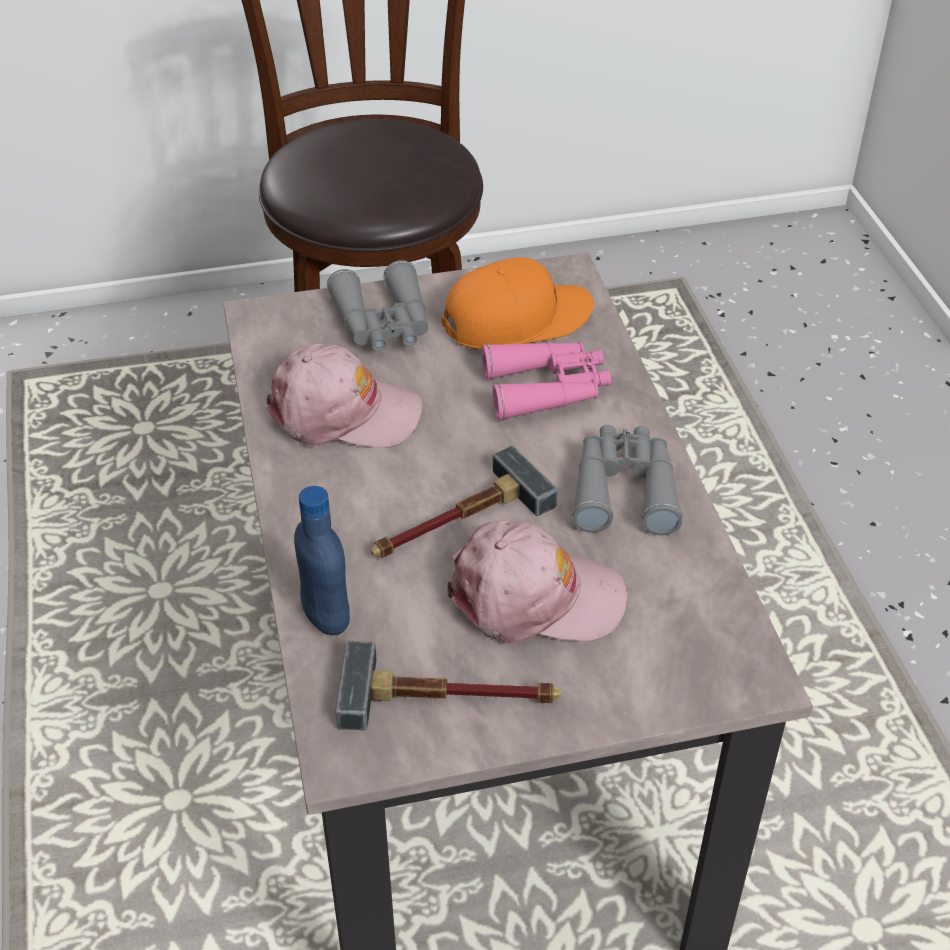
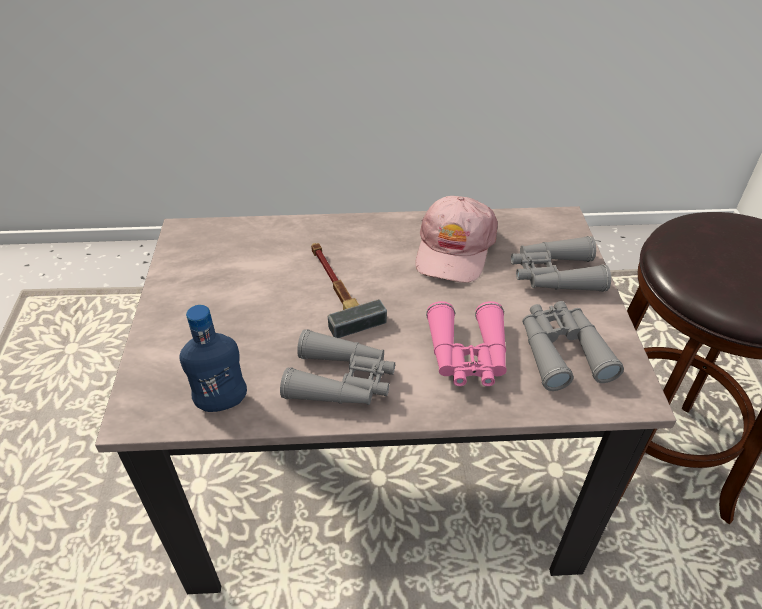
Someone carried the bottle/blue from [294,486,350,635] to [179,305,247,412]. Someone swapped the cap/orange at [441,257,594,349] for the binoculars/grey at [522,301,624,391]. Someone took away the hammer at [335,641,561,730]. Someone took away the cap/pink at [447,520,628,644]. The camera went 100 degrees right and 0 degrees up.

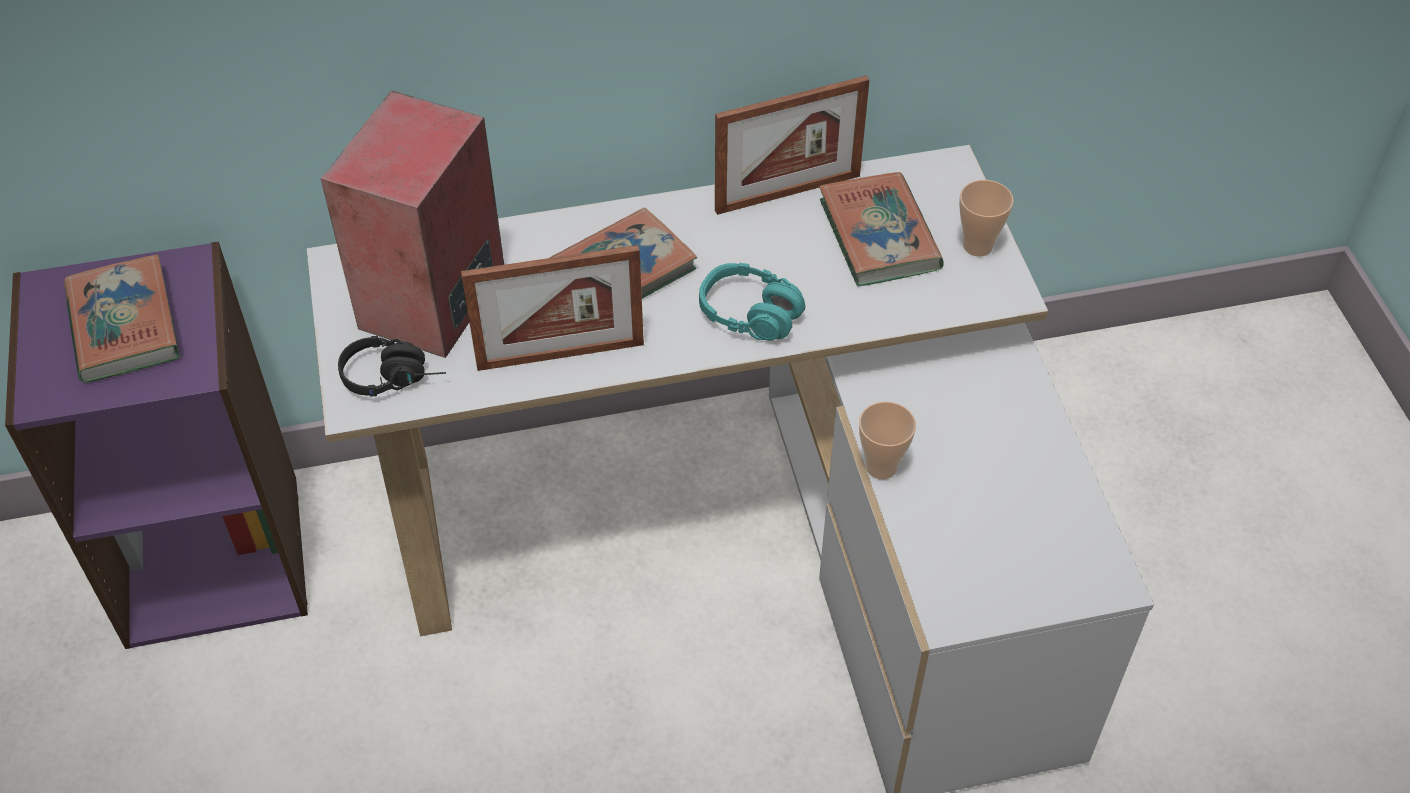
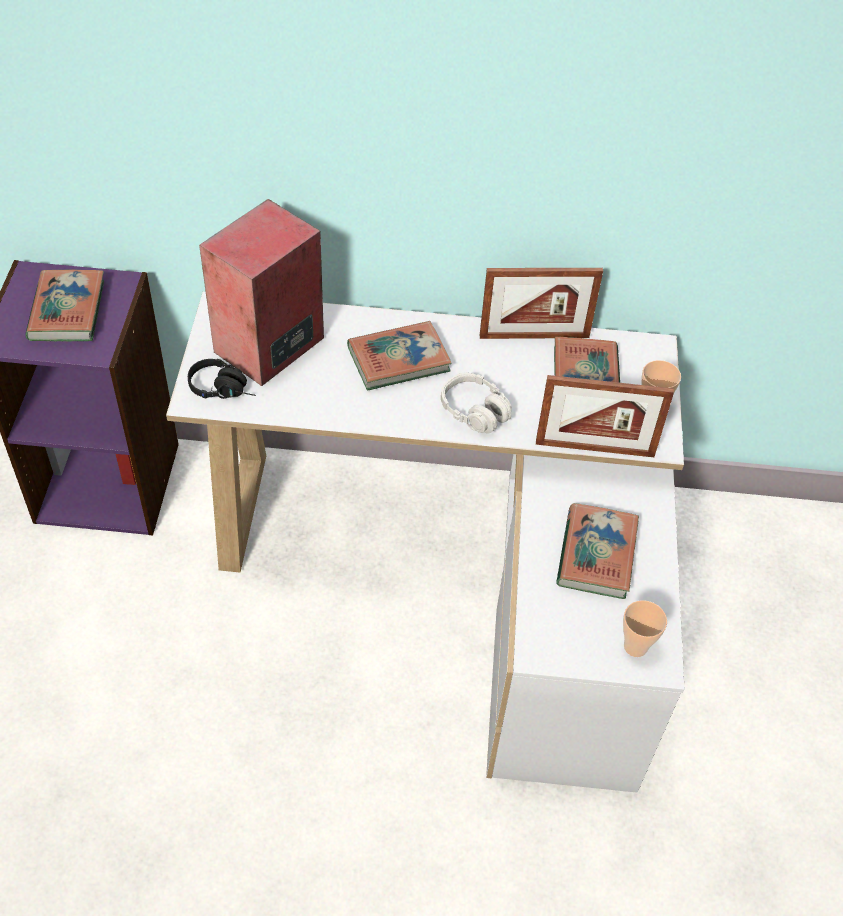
Someone repainted the headphones/turquoise at [699,263,805,341], which became the headphones/grey at [441,373,512,433]. Someone carried the picture frame from [461,245,644,371] to [536,375,674,457]. Someone put down the book at [556,503,639,599]. Someone carried the cup from [859,401,916,480] to [623,600,667,657]. The camera went 15 degrees right and 0 degrees up.

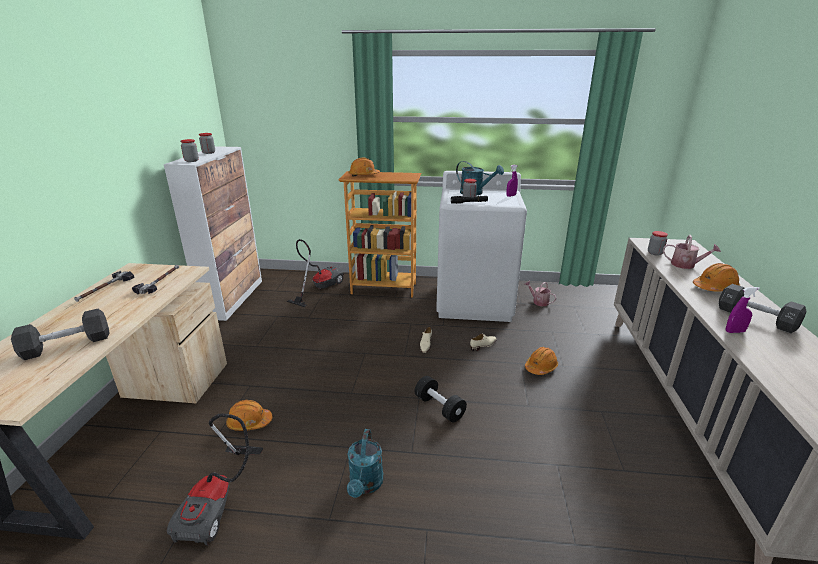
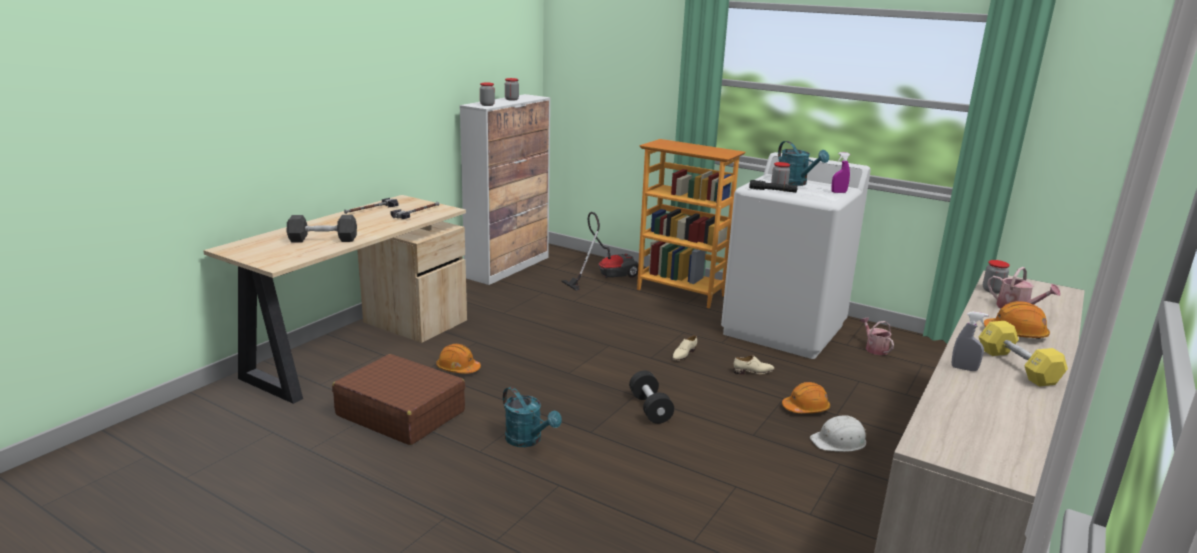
Someone swapped the vacuum cleaner at [167,413,263,545] for the suitcase/brown at [332,354,466,445]. Someone rotated the watering can/turquoise at [347,429,384,498] by 75 degrees counterclockwise. Someone put down the hard hat/white at [810,415,866,452]. Someone repainted the spray bottle/purple at [726,287,760,333], which became the spray bottle/grey at [952,311,989,371]. Someone repainted the dumbbell/black at [719,284,807,333], which became the dumbbell/yellow at [979,321,1068,387]. Someone took away the hard hat/orange at [349,158,380,177]. The camera went 25 degrees right and 5 degrees down.

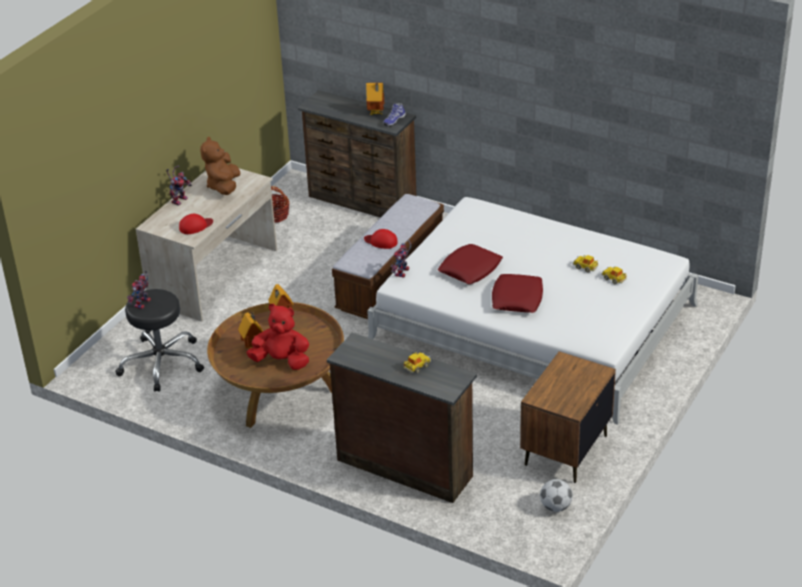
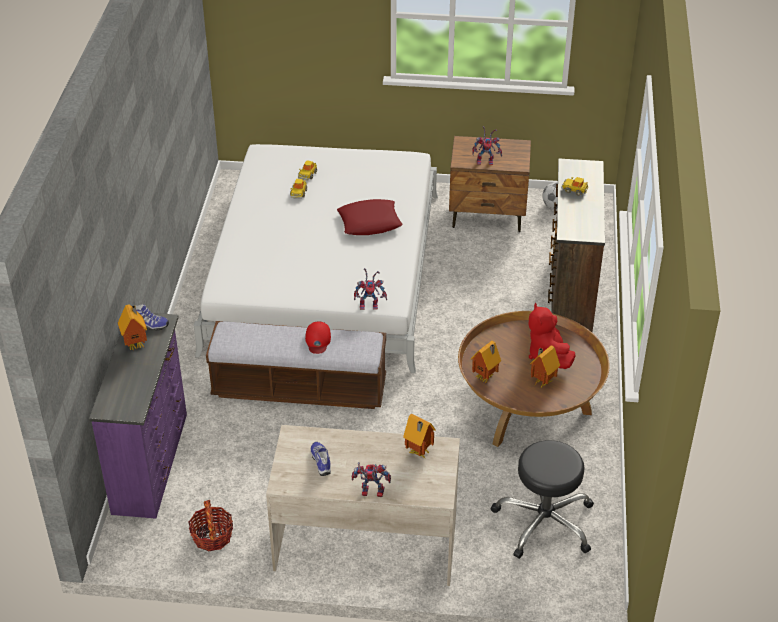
Someone repainted the dresser/brown at [298,90,416,218], which became the dresser/purple at [89,313,187,519]. Someone swapped the plush toy/brown at [200,137,240,195] for the shoe at [311,442,331,476]. Someone swapped the cap/red at [179,214,213,234] for the toy house at [403,414,436,458]. Someone carried the toy robot from [127,271,151,309] to [472,126,502,165]. Someone took away the pillow/red at [438,244,503,284]. The camera went 115 degrees left and 5 degrees up.

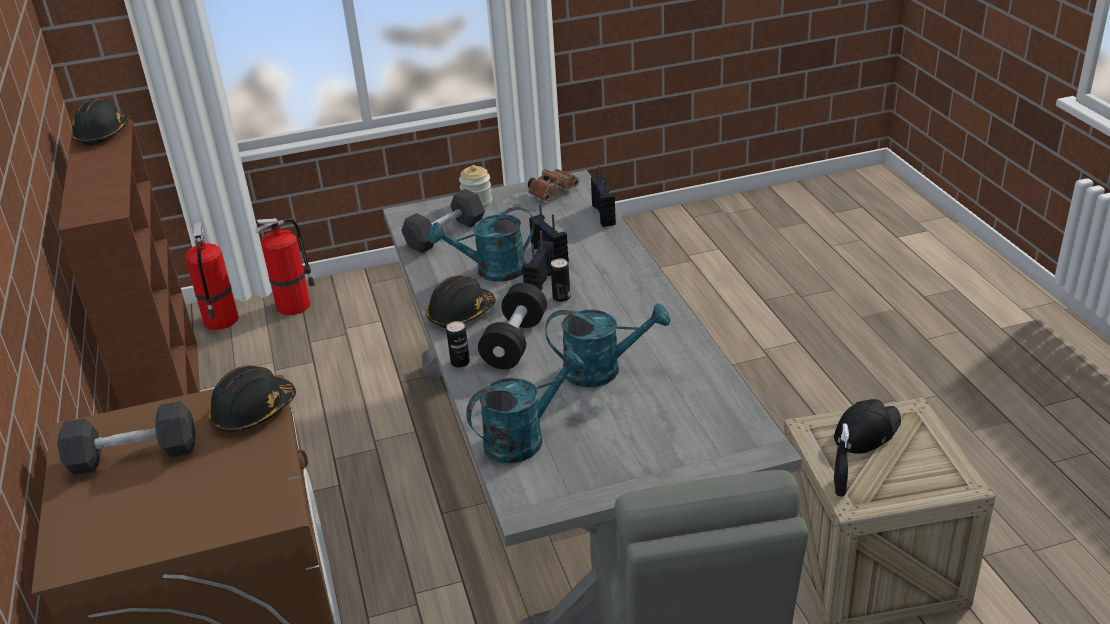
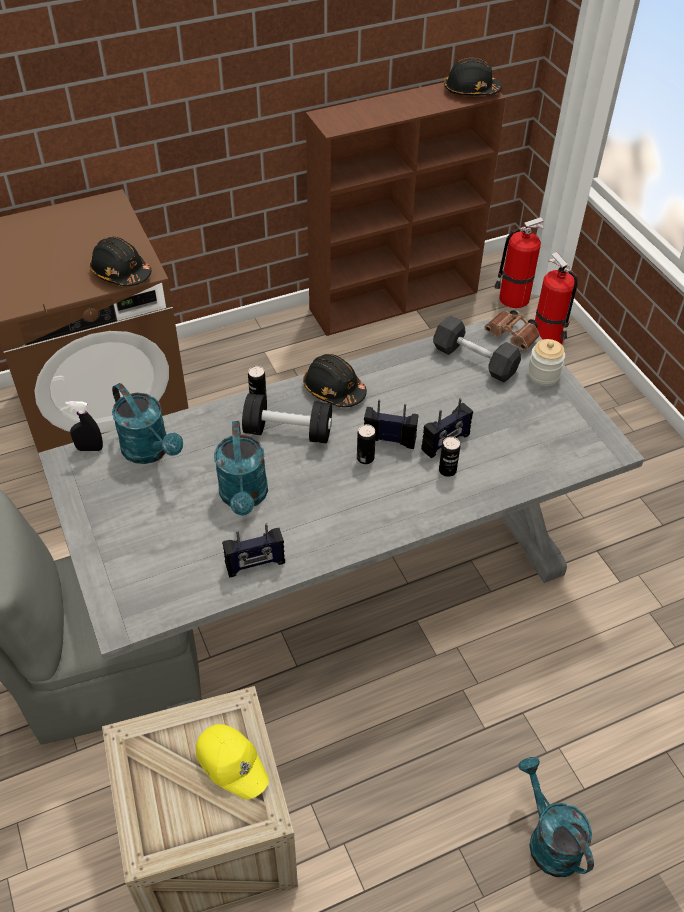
Someone carried the spray bottle/black from [834,424,849,496] to [65,401,103,451]. Someone repainted the cap/black at [834,399,901,454], which became the cap/yellow at [196,724,269,799]. Someone carried the radio from [591,165,616,227] to [222,523,285,578]. Someone put down the can at [439,437,460,477]. Someone carried the binoculars/brown from [528,169,579,201] to [485,310,540,351]. Someone carried the watering can/turquoise from [428,206,534,282] to [518,757,594,877]. Someone took away the dumbbell/grey at [57,401,196,475]. The camera went 80 degrees right and 15 degrees up.

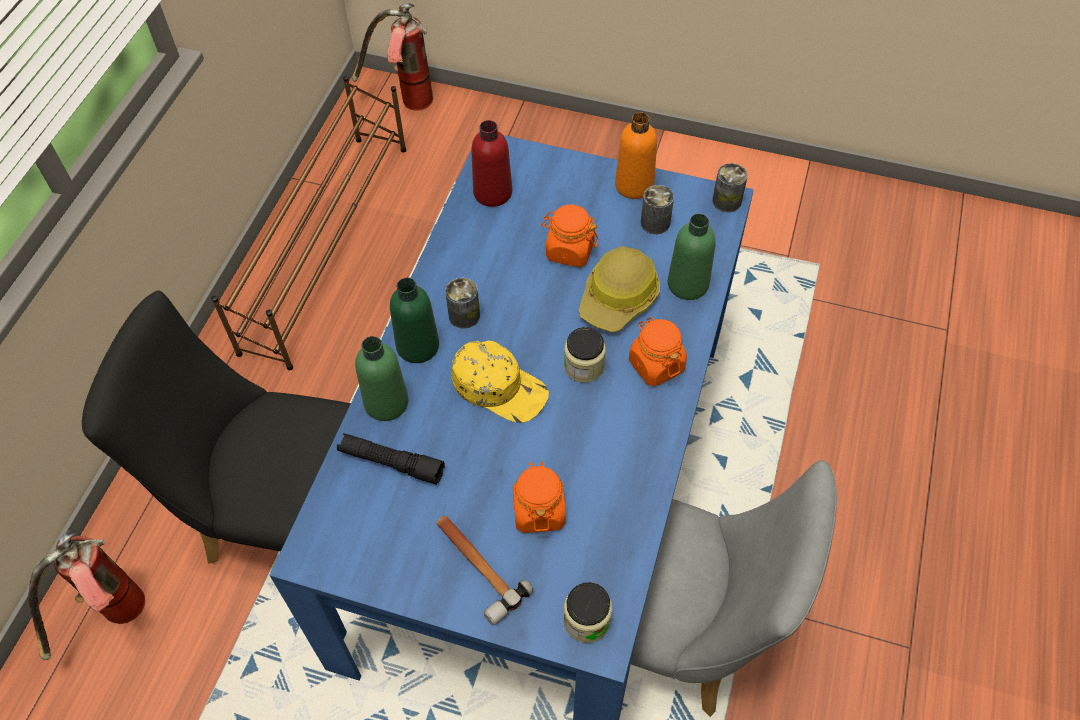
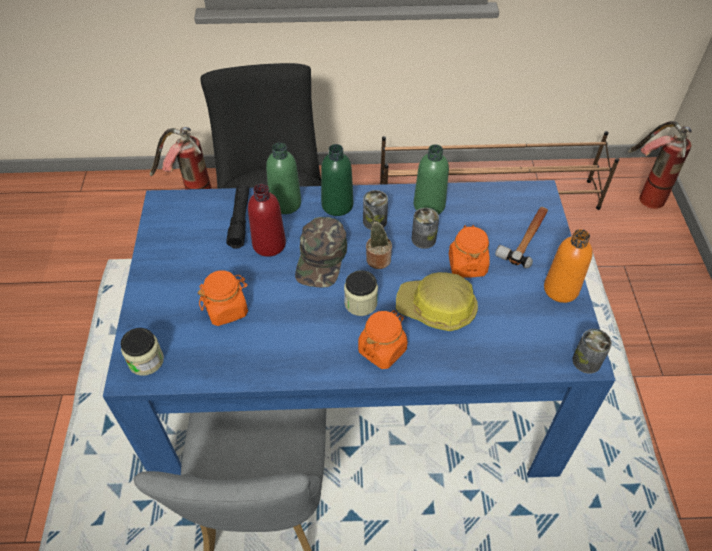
Someone carried the bottle/red from [471,120,512,207] to [248,184,286,257]. Someone repainted the cap/yellow at [451,341,549,423], which became the cap/green at [295,217,347,288]. Someone put down the potted plant at [365,206,392,269]. Someone carried the can from [641,185,674,234] to [412,208,439,249]. Someone carried the bottle/green from [668,214,716,300] to [414,144,449,215]. Someone carried the hammer from [436,515,533,625] to [495,207,548,268]. The camera went 70 degrees right and 5 degrees down.

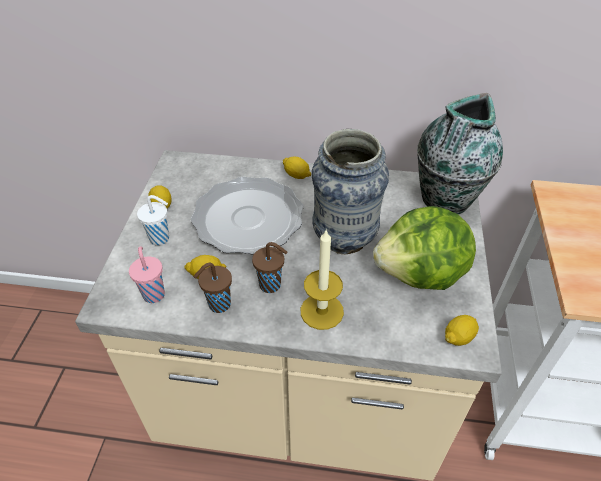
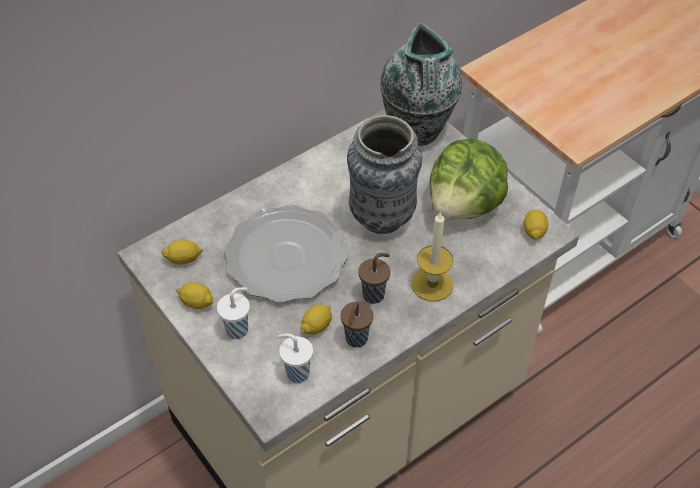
Someone carried the lemon from [283,157,311,179] to [161,240,203,265]. Someone repainted the cup/pink at [129,246,165,303], which became the cup/white at [277,333,313,383]. The camera went 45 degrees left and 5 degrees up.

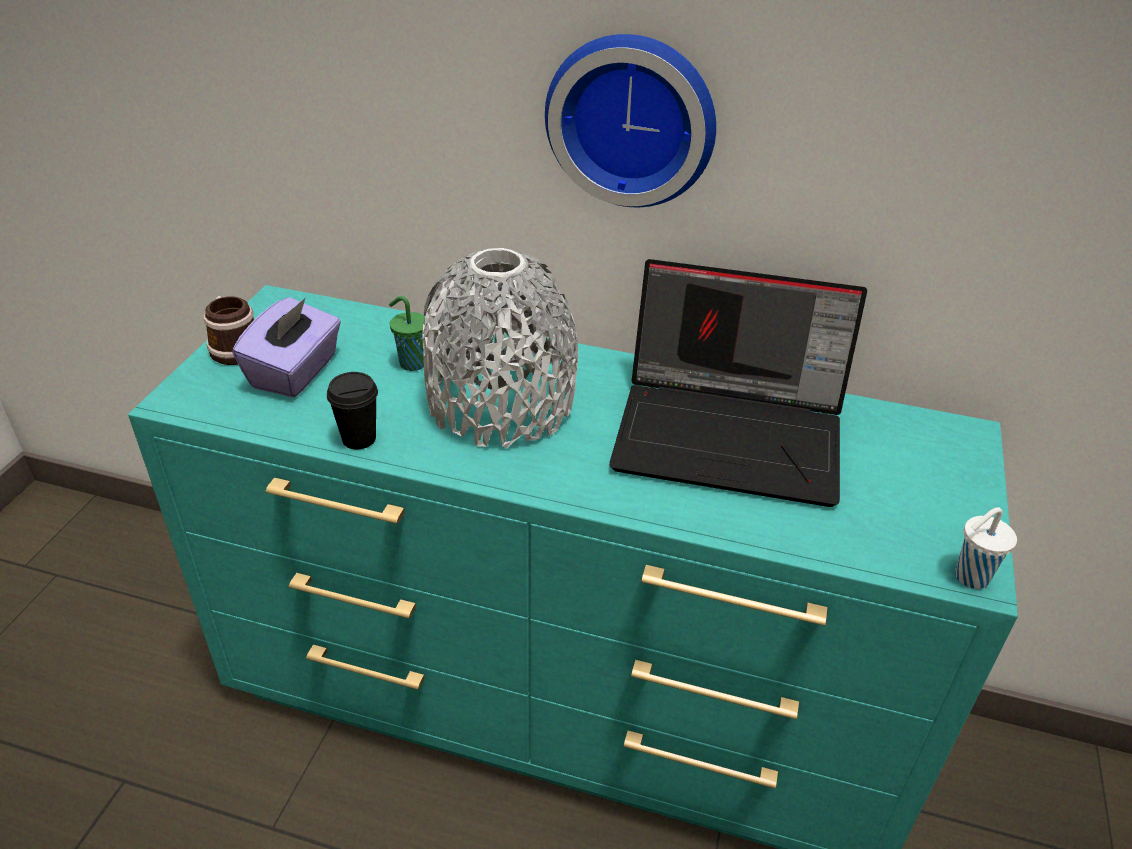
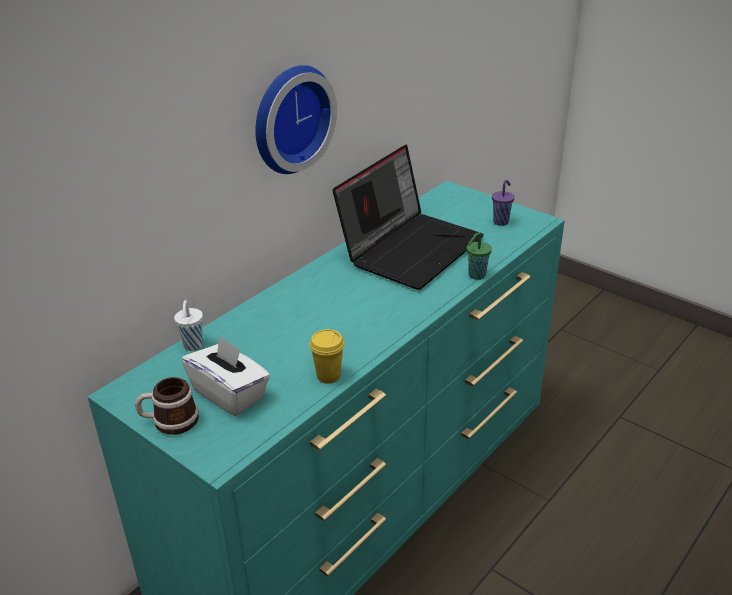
Someone carried the cup/white from [955,507,1017,589] to [174,300,203,351]. Someone repainted the tissue box/purple at [232,297,341,397], which became the tissue box/white at [182,335,270,416]. Someone repainted the cup/black at [327,372,378,449], which became the cup/yellow at [310,329,345,384]. Someone carried the cup/green from [389,296,425,371] to [467,232,492,280]. Someone put down the cup/purple at [492,180,515,226]. Someone took away the vase/grey at [422,248,578,448]. The camera went 65 degrees left and 5 degrees down.

